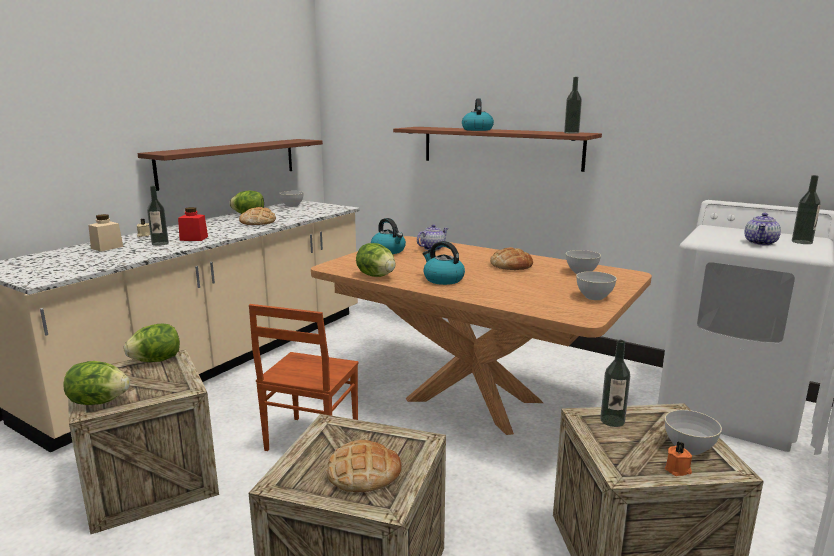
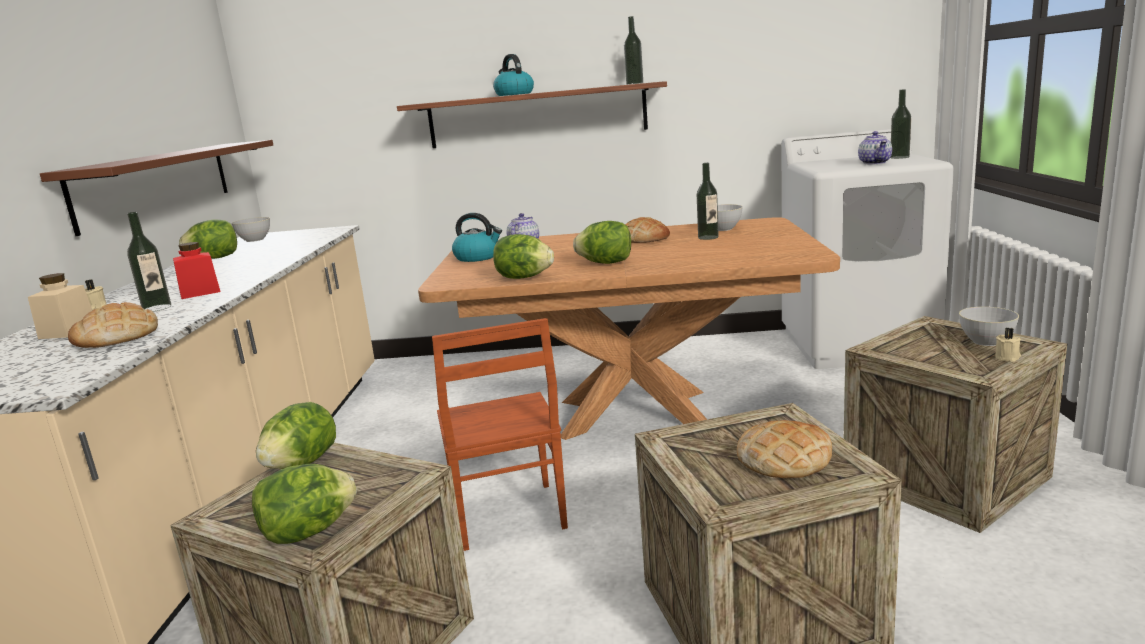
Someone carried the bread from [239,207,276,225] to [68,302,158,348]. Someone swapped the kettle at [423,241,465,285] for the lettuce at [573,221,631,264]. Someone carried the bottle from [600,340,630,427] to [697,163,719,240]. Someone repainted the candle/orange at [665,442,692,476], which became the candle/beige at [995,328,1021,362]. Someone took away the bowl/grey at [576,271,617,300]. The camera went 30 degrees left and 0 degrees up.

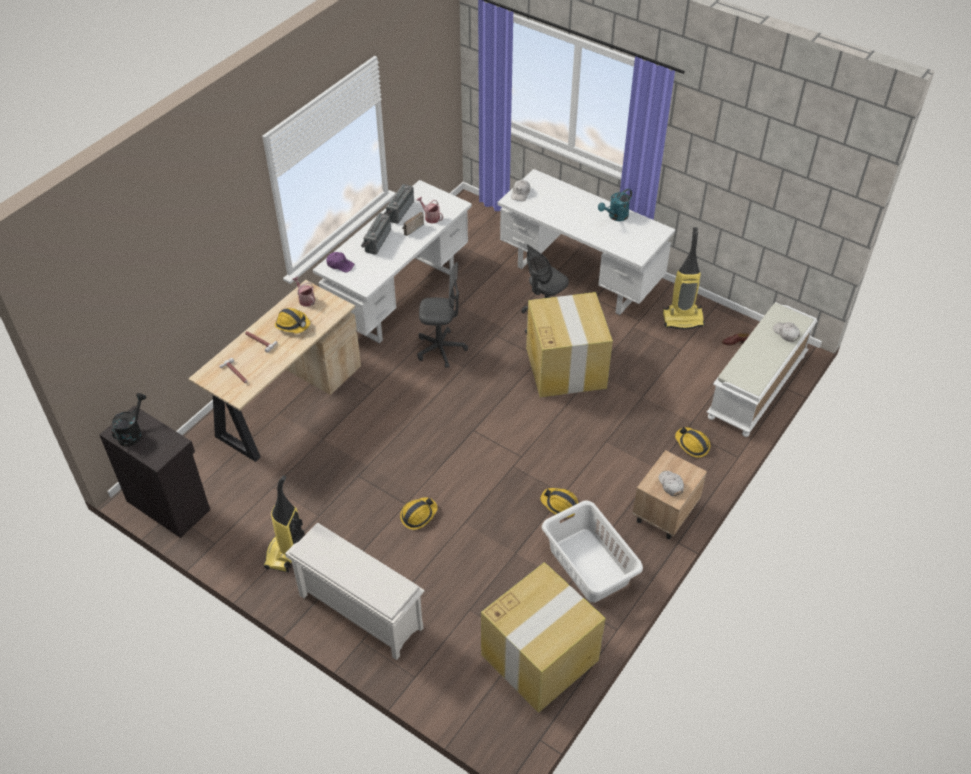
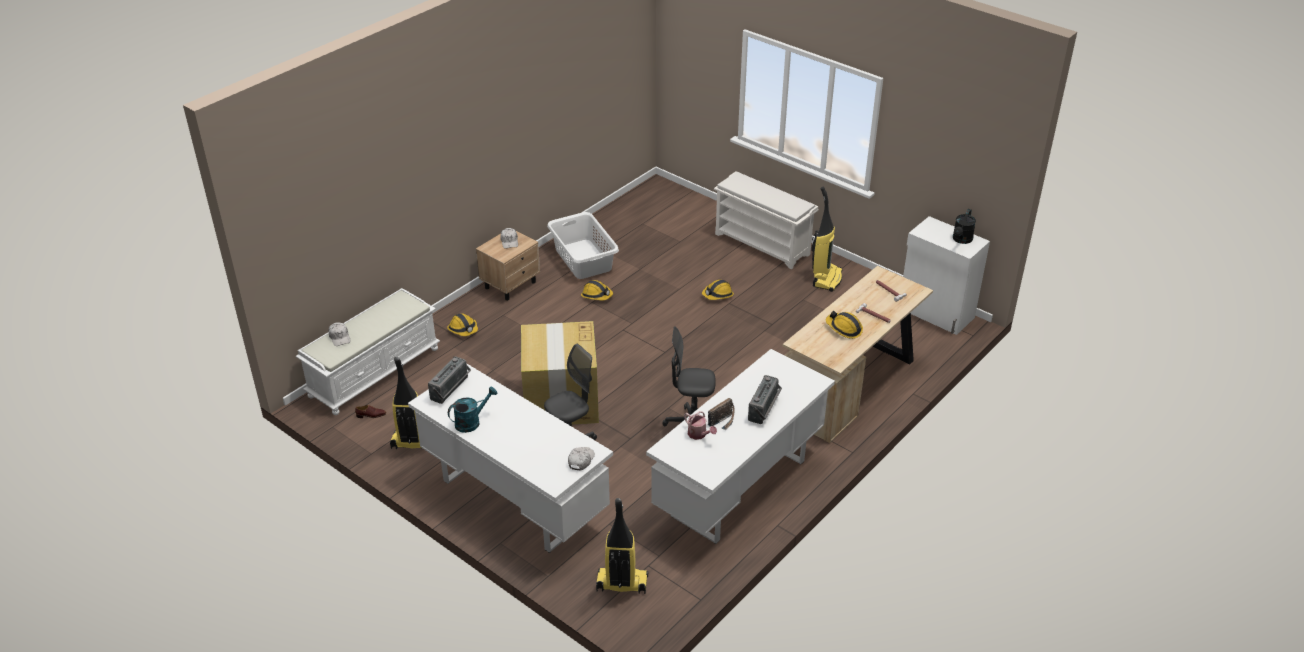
Someone carried the radio from [384,184,414,224] to [428,356,471,404]. Someone put down the vacuum cleaner at [596,498,648,594]. Someone repainted the cabinet/black at [99,405,210,538], which became the cabinet/white at [903,216,990,335]. Someone took away the watering can at [292,276,315,307]. Someone took away the cap/purple at [326,252,354,272]. Someone took away the cardboard box at [481,562,605,713]. The camera went 175 degrees left and 10 degrees down.

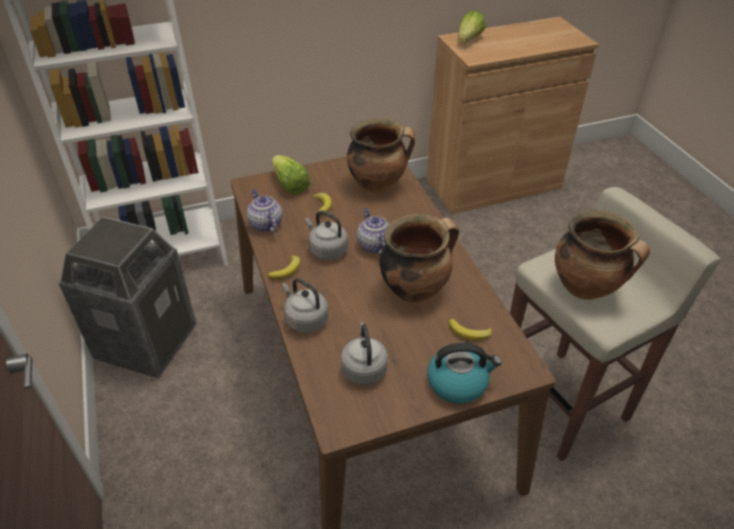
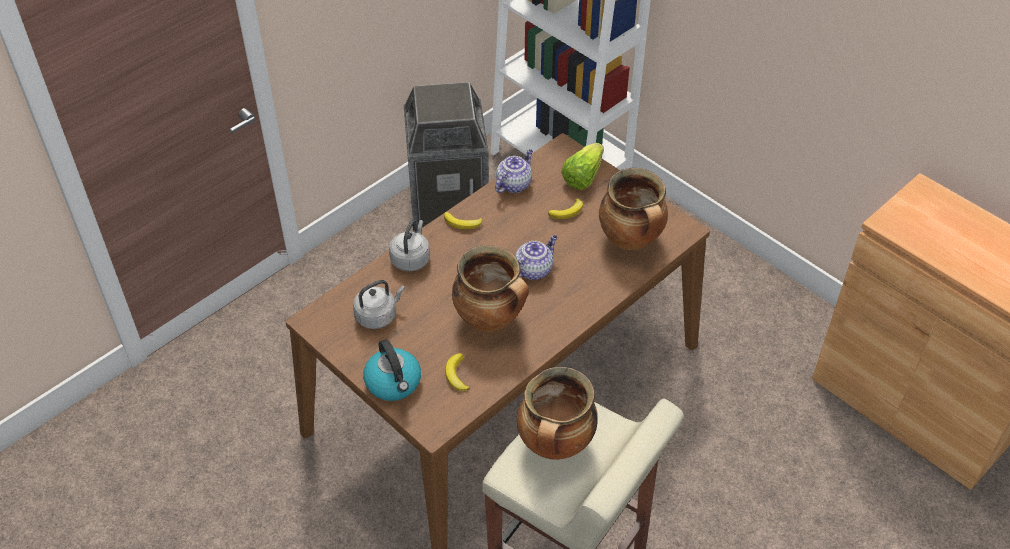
Someone took away the kettle/grey at [305,210,348,260]. Someone took away the lettuce at [458,11,486,43]. The camera went 65 degrees right and 5 degrees up.

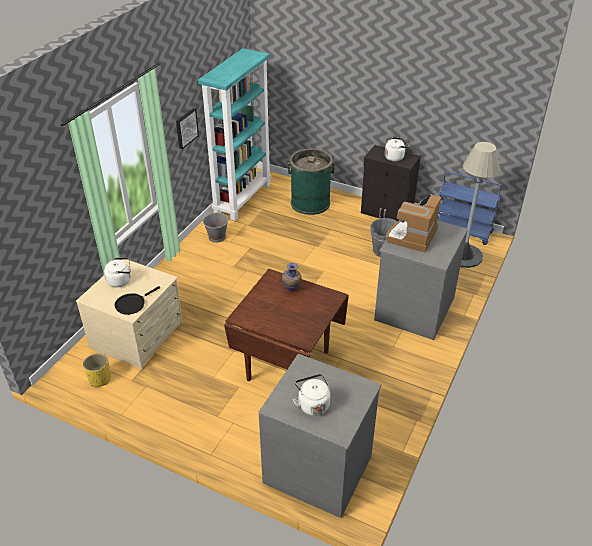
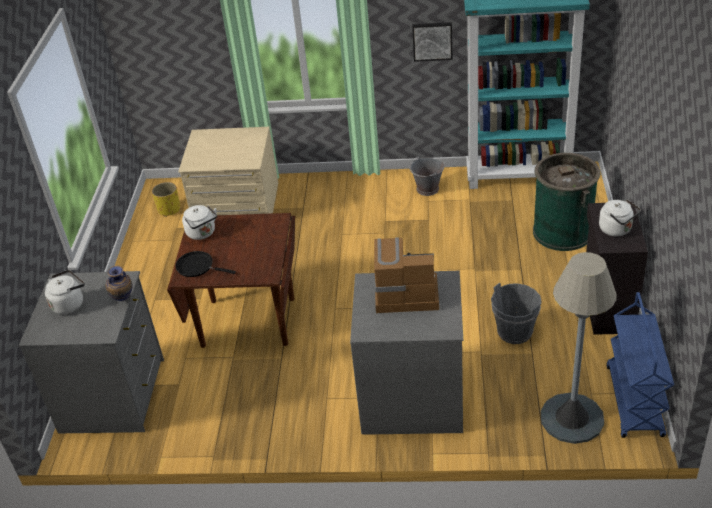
Someone carried the vase from [282,263,301,291] to [105,266,133,301]. Someone carried the frying pan/black from [115,286,160,315] to [175,251,236,277]. Someone carried the kettle/white from [104,258,130,287] to [182,205,217,240]. The camera went 70 degrees right and 0 degrees up.

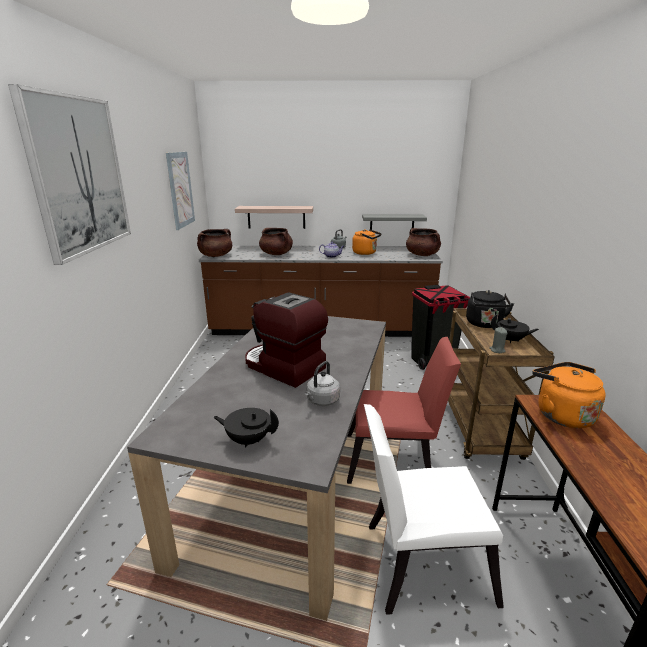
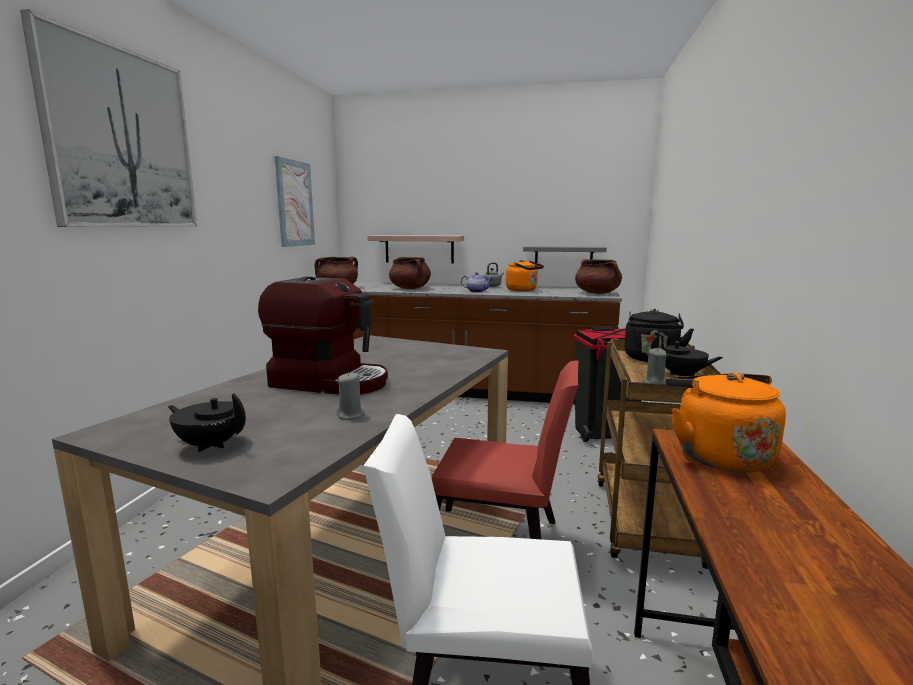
Someone rotated the coffee machine at [245,292,328,388] by 150 degrees clockwise. Someone swapped the kettle/grey at [305,361,340,406] for the candle/grey at [337,372,365,419]. The camera went 10 degrees right and 10 degrees down.

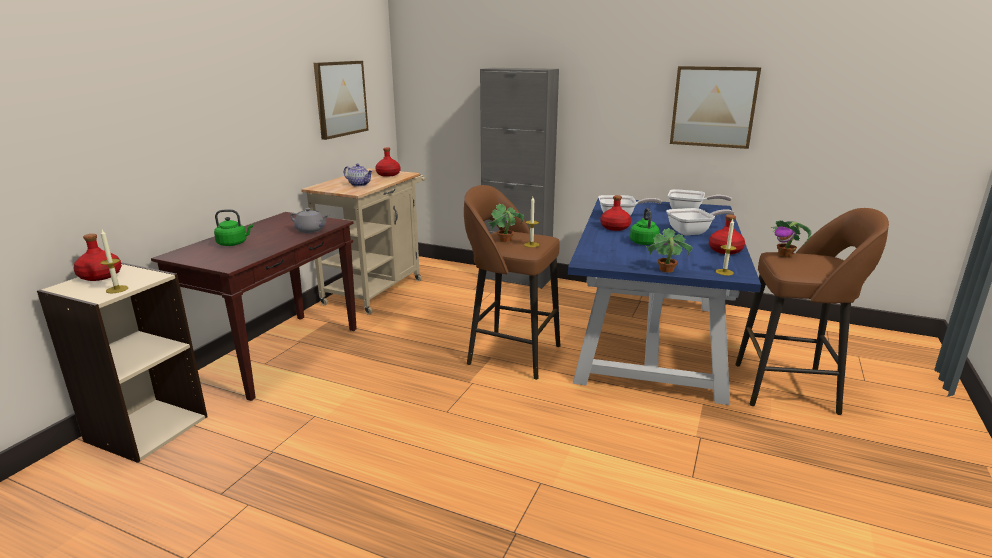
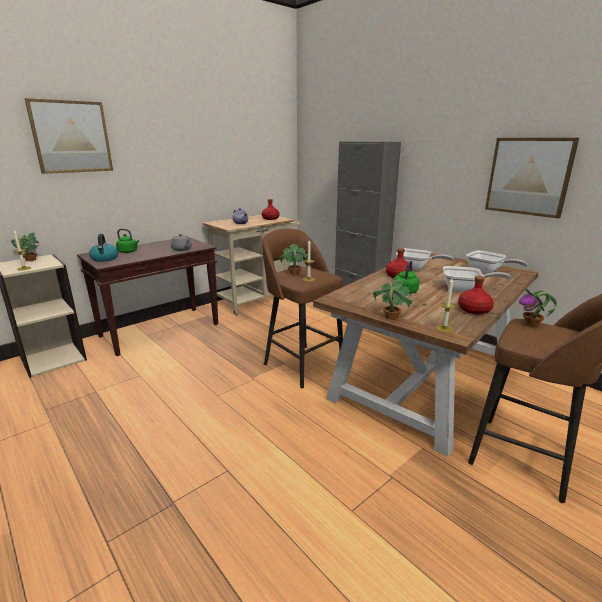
Someone swapped the bottle/red at [74,234,122,281] for the potted plant at [11,232,39,261]. Someone carried the picture from [314,61,368,140] to [25,98,113,174]. Someone put down the kettle at [89,234,118,262]. Someone repainted the dining table/blue at [568,198,761,405], which became the dining table/brown at [313,254,539,457]. The camera went 25 degrees right and 0 degrees up.

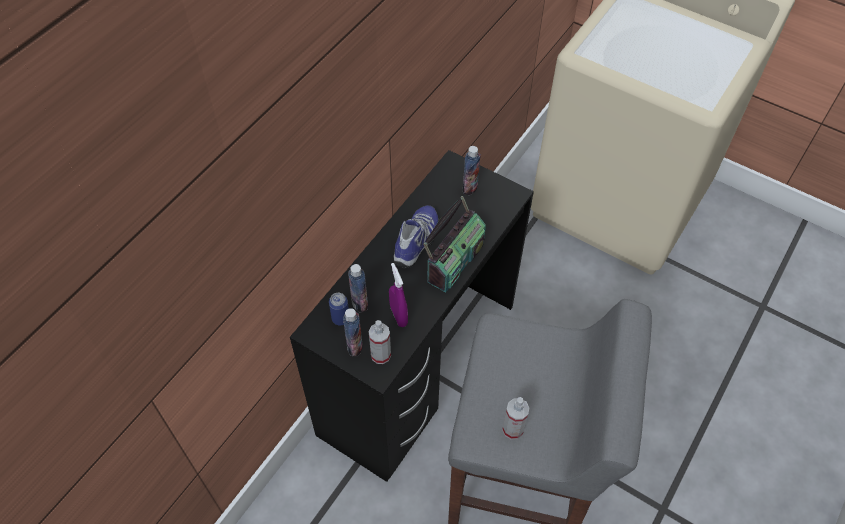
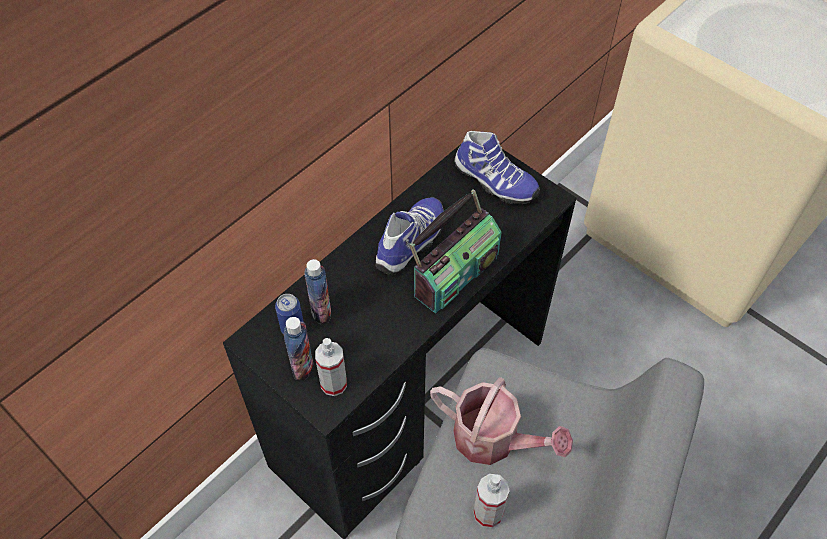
Someone put down the watering can at [430,377,573,465]. Someone swapped the bottle at [463,146,481,195] for the shoe at [454,131,540,204]. Someone took away the spray bottle/purple at [389,263,408,327]. The camera went 10 degrees right and 0 degrees up.

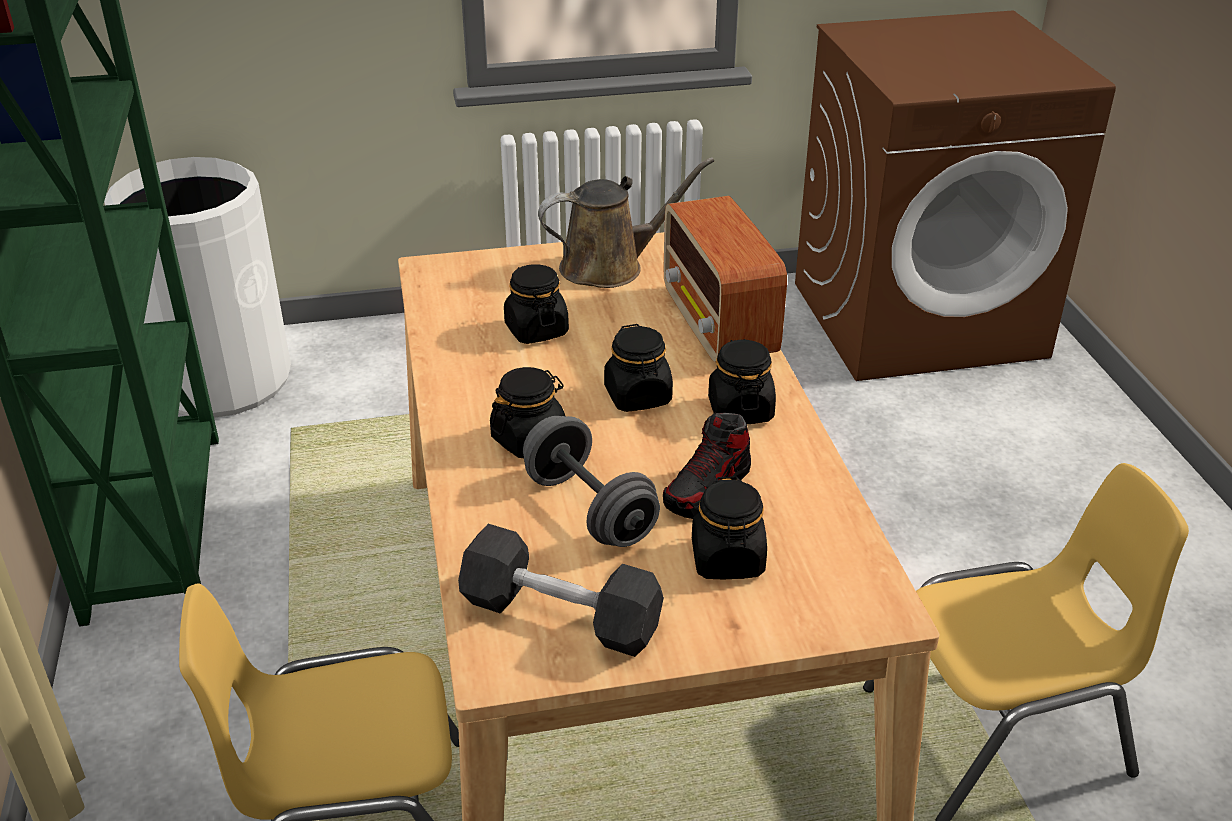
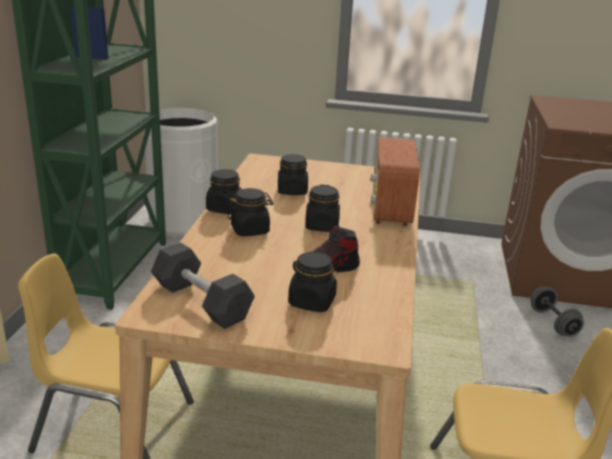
Someone carried the jar/black from [708,339,776,424] to [206,169,242,214]. Someone carried the dumbbell/grey from [523,416,660,547] to [530,286,584,337]. Someone took away the watering can/brown at [538,157,714,288]. The camera went 20 degrees right and 10 degrees down.

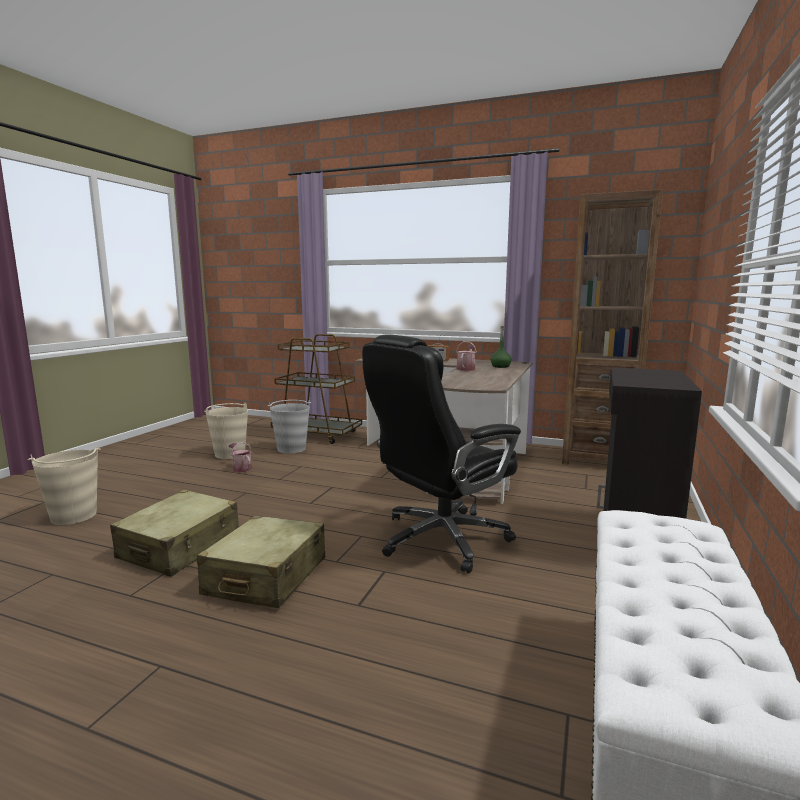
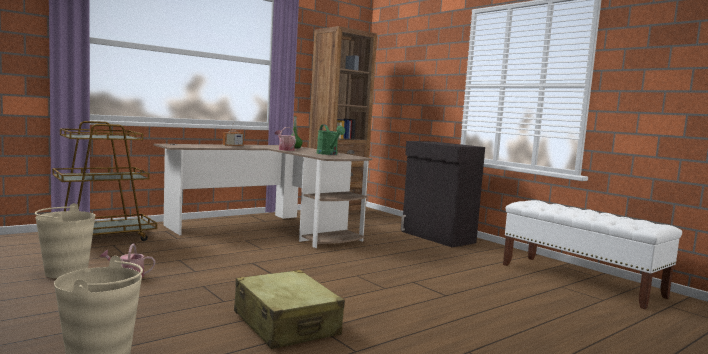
Someone put down the watering can/green at [317,124,345,155]. Someone took away the suitcase/beige at [197,515,325,608]. Someone took away the bucket/grey at [267,400,311,454]. Someone took away the office chair/black at [362,335,521,573]. The camera went 60 degrees left and 5 degrees down.

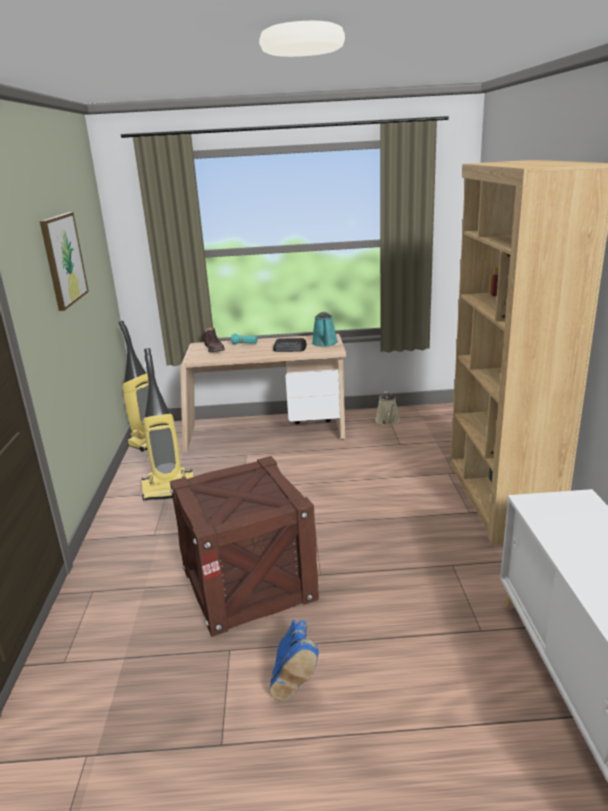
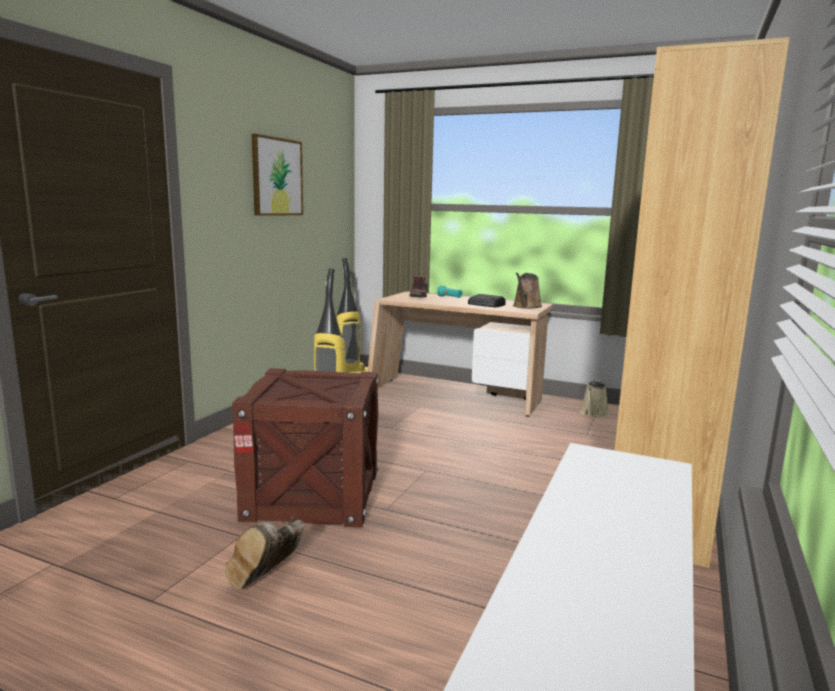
Someone repainted the boot/blue at [270,620,319,701], which became the boot/brown at [226,516,305,589]. Someone repainted the watering can/turquoise at [312,312,338,347], which became the watering can/brown at [513,273,542,309]. The camera went 25 degrees right and 10 degrees down.

